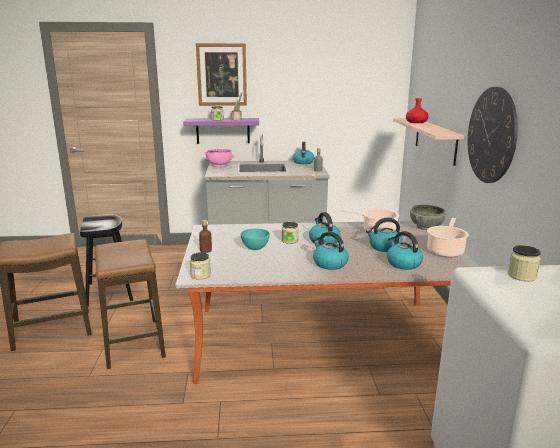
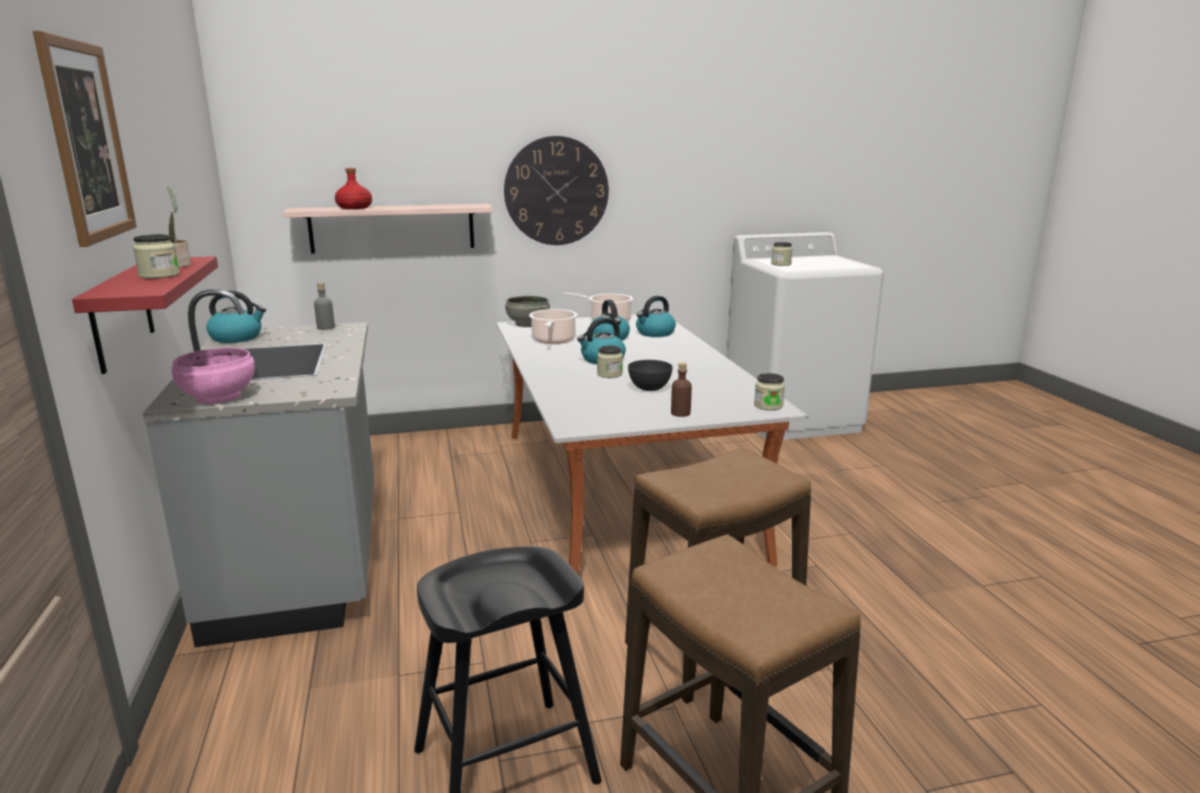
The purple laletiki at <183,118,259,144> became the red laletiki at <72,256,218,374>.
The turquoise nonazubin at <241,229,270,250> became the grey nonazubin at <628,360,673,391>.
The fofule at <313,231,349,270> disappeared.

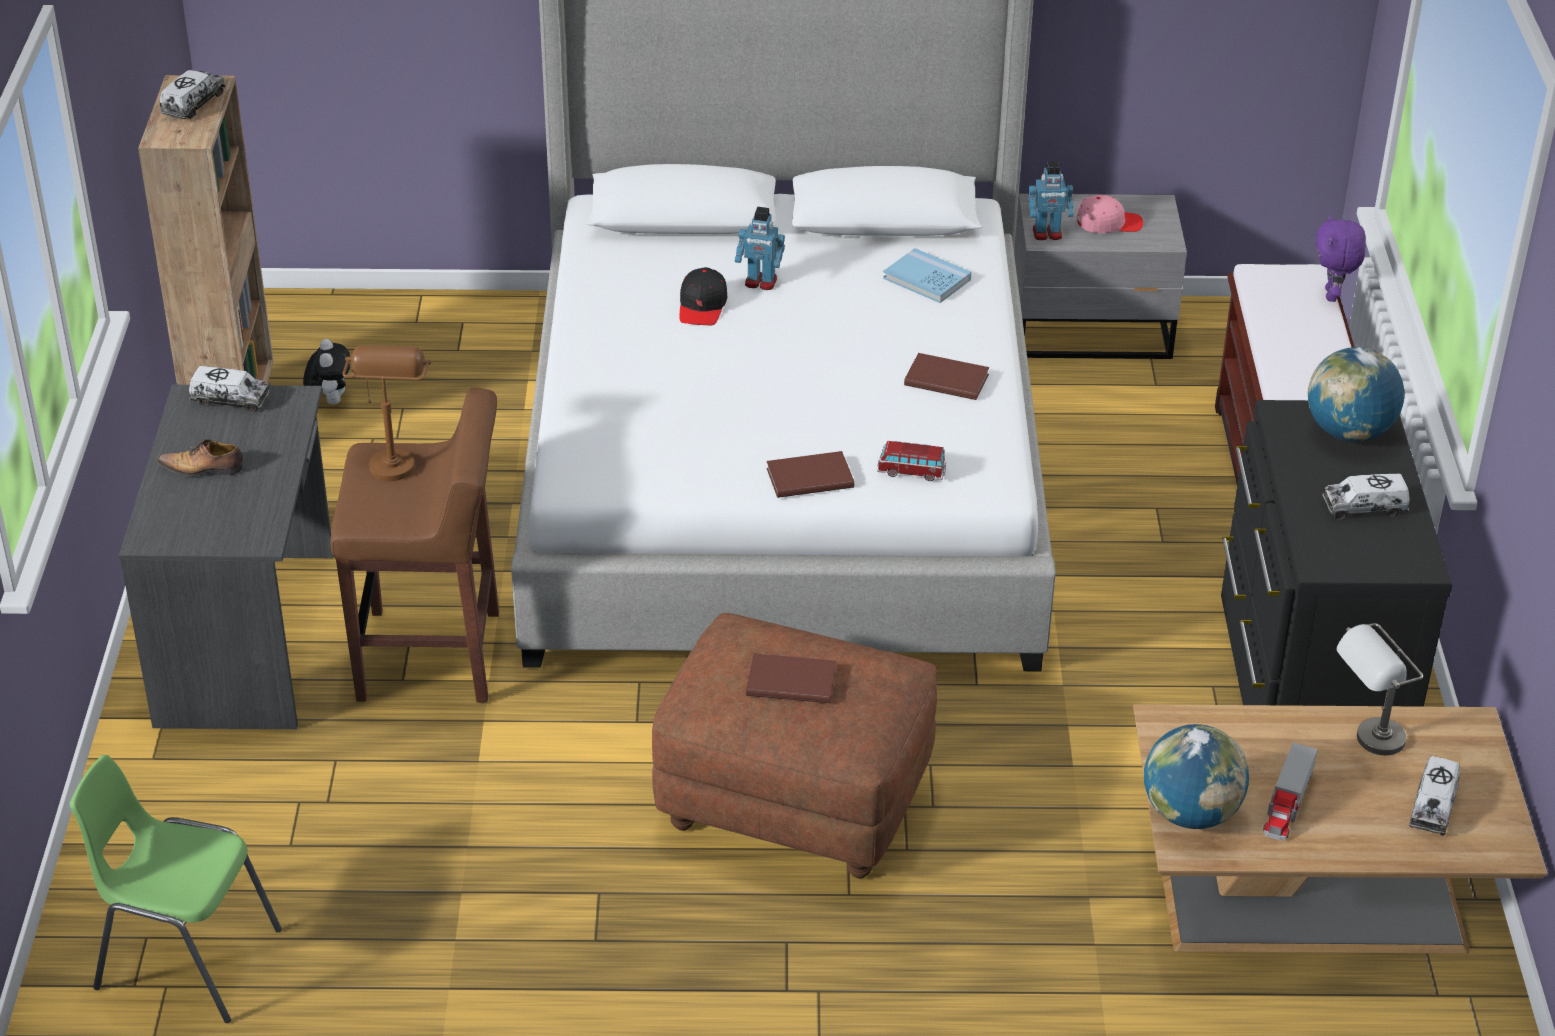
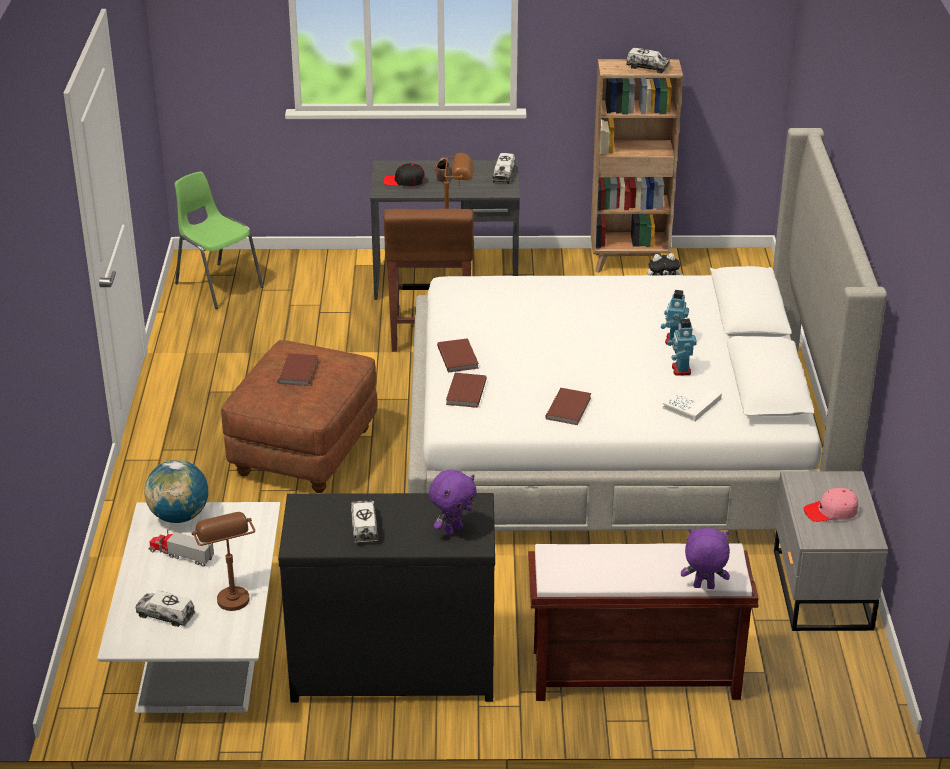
The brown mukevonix at <1133,704,1547,954> became the white mukevonix at <97,502,280,713>.
The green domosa at <70,755,282,1023> turned 60 degrees counterclockwise.
The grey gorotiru at <1337,623,1423,755> became the brown gorotiru at <191,512,255,611>.
The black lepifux moved from <679,267,727,325> to <383,163,425,186>.
The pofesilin at <1308,347,1405,442> was replaced by the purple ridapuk at <429,470,477,536>.
The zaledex at <877,441,946,481> was replaced by the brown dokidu at <446,373,487,408>.
The blue dokidu at <883,248,971,303> became the white dokidu at <662,381,722,422>.
The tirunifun moved from <1028,162,1074,240> to <667,319,697,376>.
The pink lepifux at <1077,195,1143,233> turned 90 degrees clockwise.

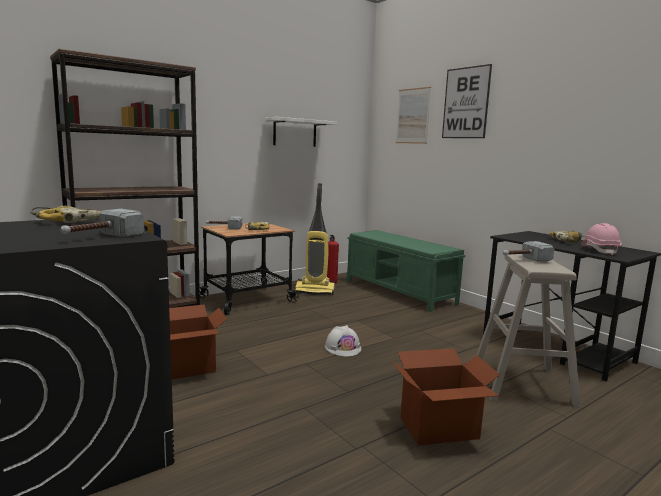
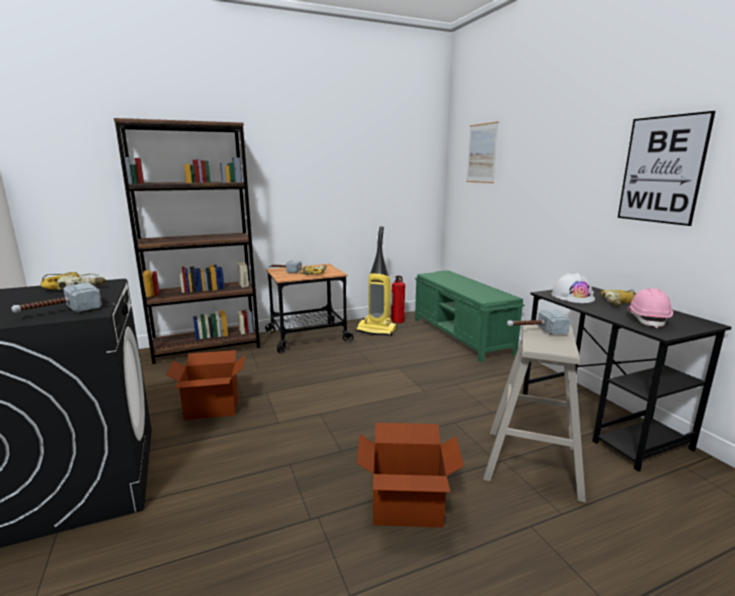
The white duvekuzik moved from <325,325,362,356> to <551,273,595,303>.
The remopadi moved from <442,64,492,138> to <618,111,715,226>.
The white laletiki at <265,117,337,147> disappeared.

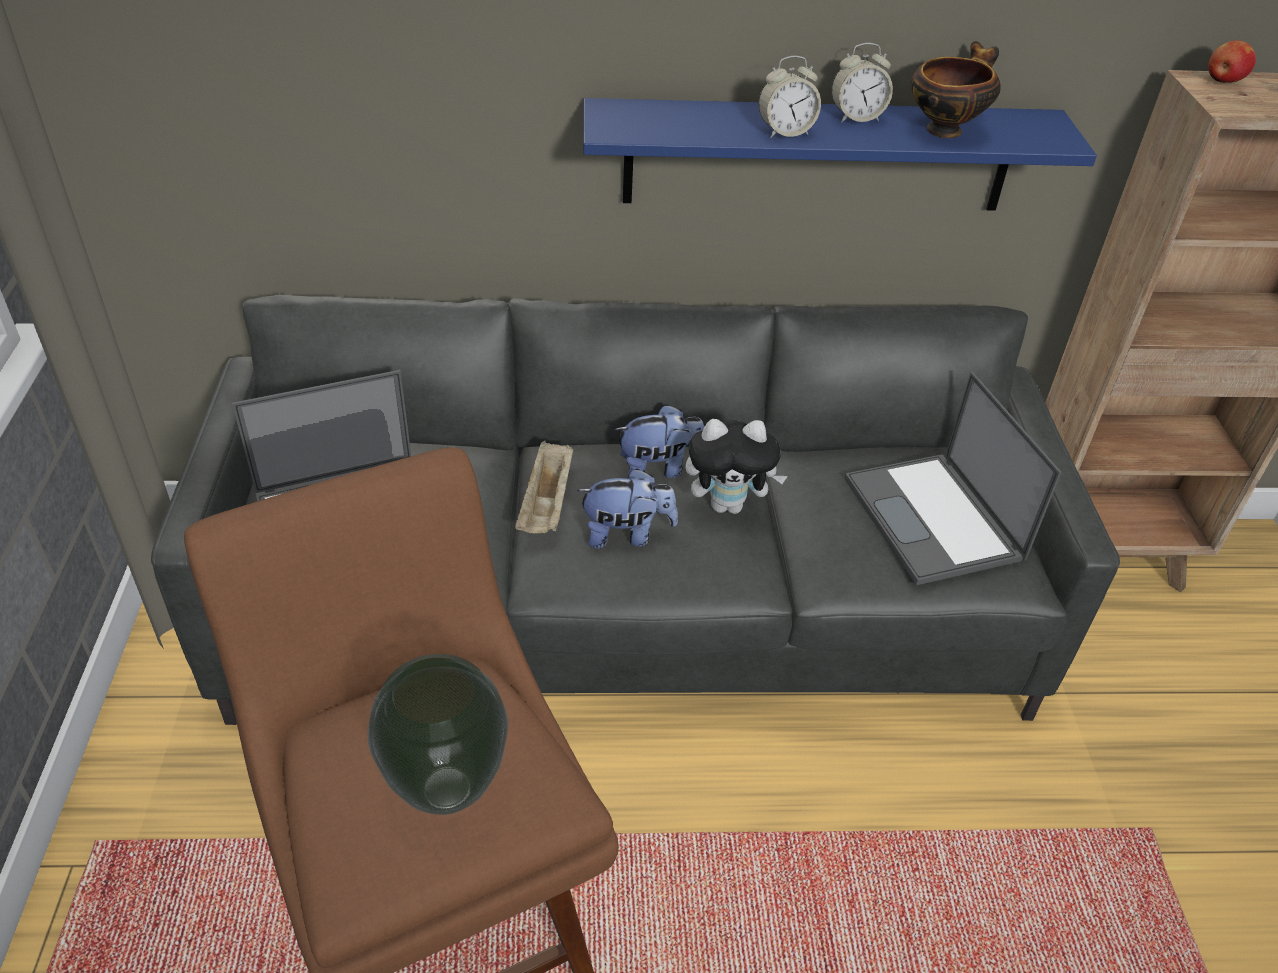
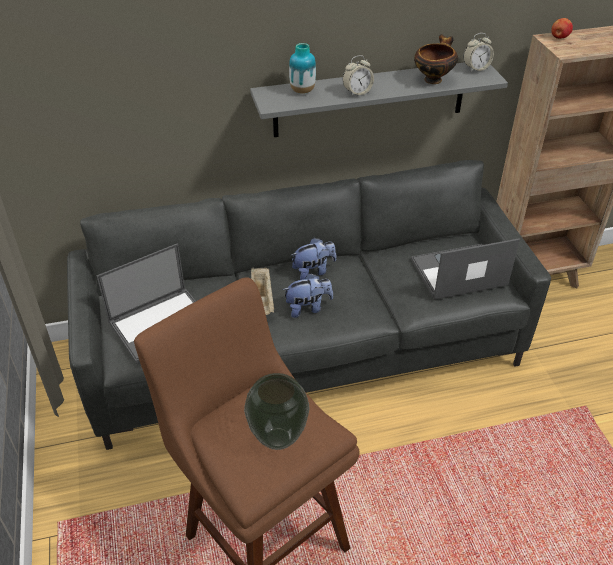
The blue laletiki at <583,98,1097,211> became the grey laletiki at <250,62,508,137>.
The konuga at <289,43,316,94> appeared.
The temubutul at <844,372,1062,585> turned 105 degrees clockwise.
The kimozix moved from <832,43,893,123> to <463,33,494,72>.
The ridapuk at <685,419,788,514> disappeared.

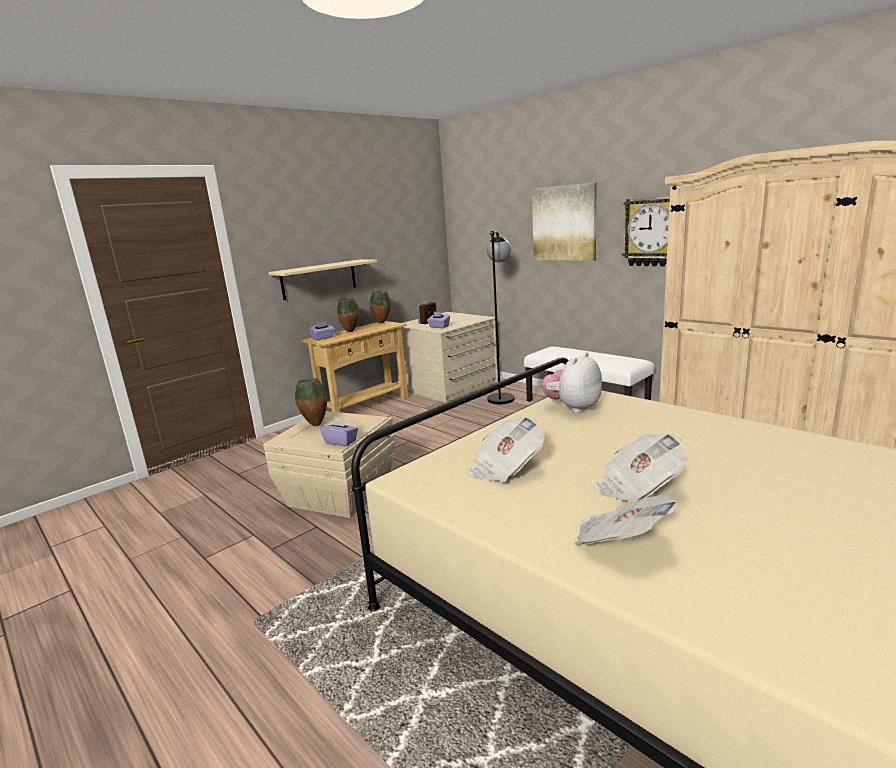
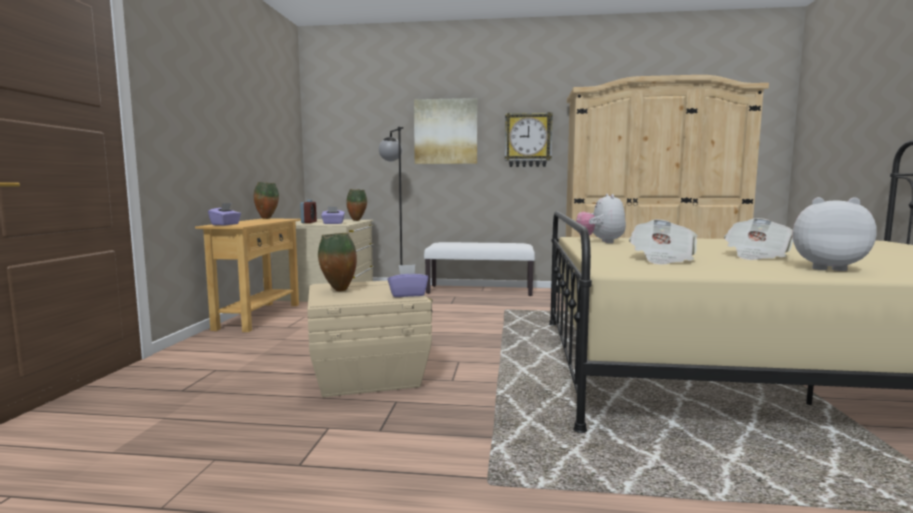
The konuga moved from <337,297,359,332> to <346,189,367,221>.
The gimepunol at <574,494,678,545> was replaced by the ridapuk at <793,197,877,271>.
The beige laletiki at <269,259,377,300> disappeared.

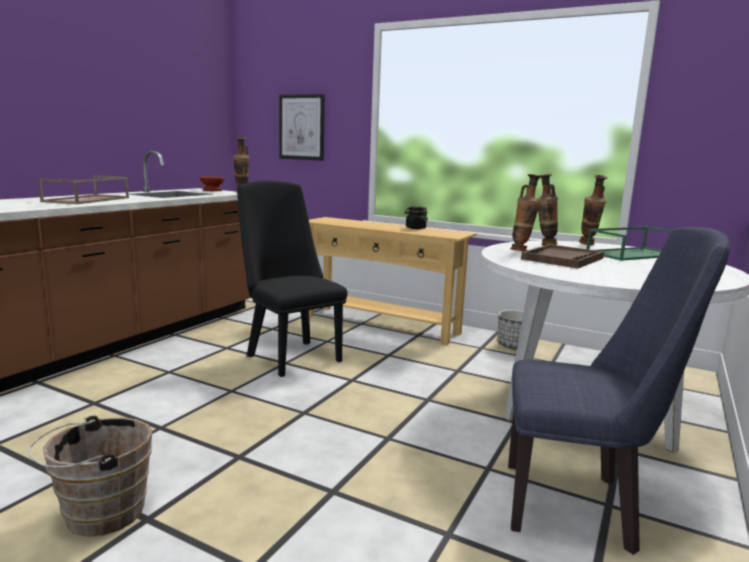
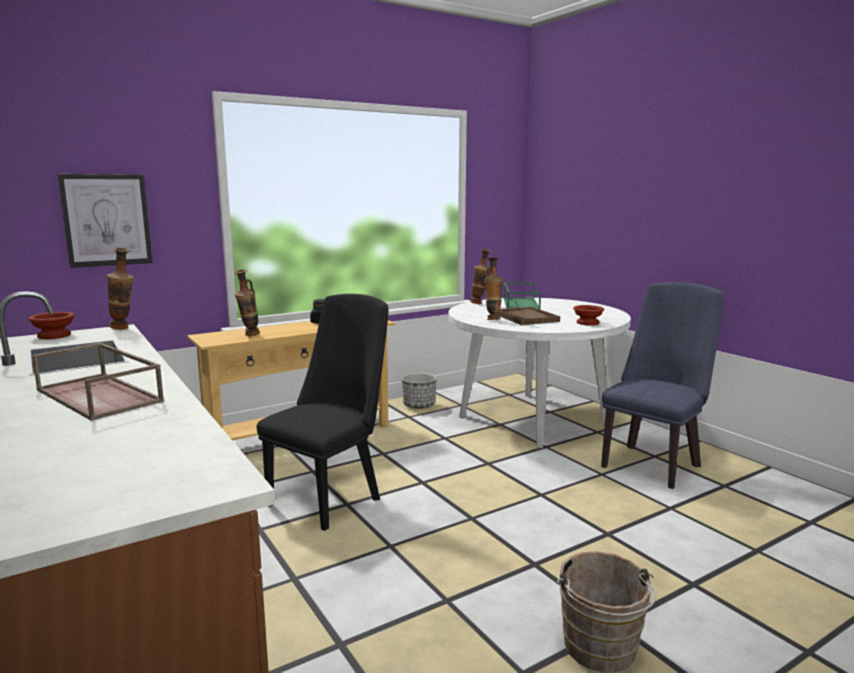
The konuga moved from <536,174,558,246> to <235,269,260,336>.
The black domosa at <237,181,347,377> turned 135 degrees clockwise.
The brown nonazubin at <573,305,604,325> appeared.

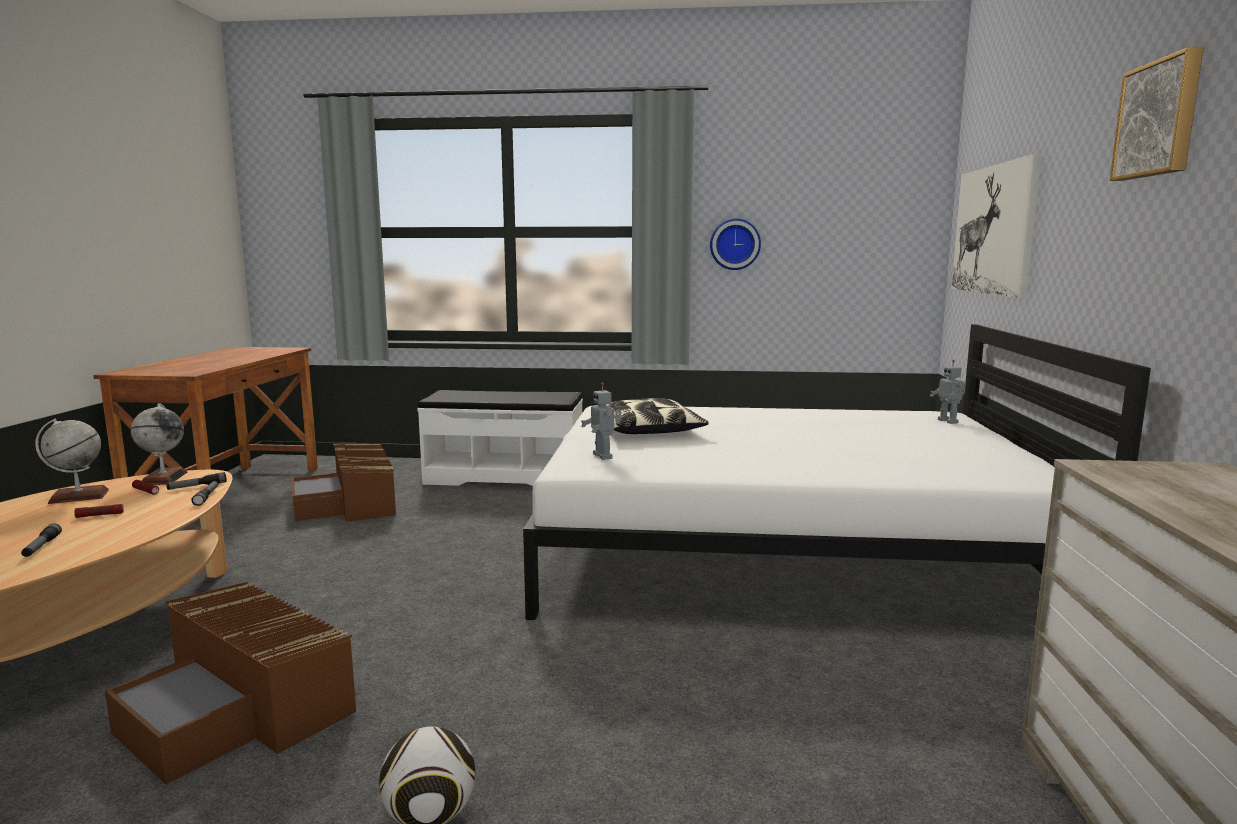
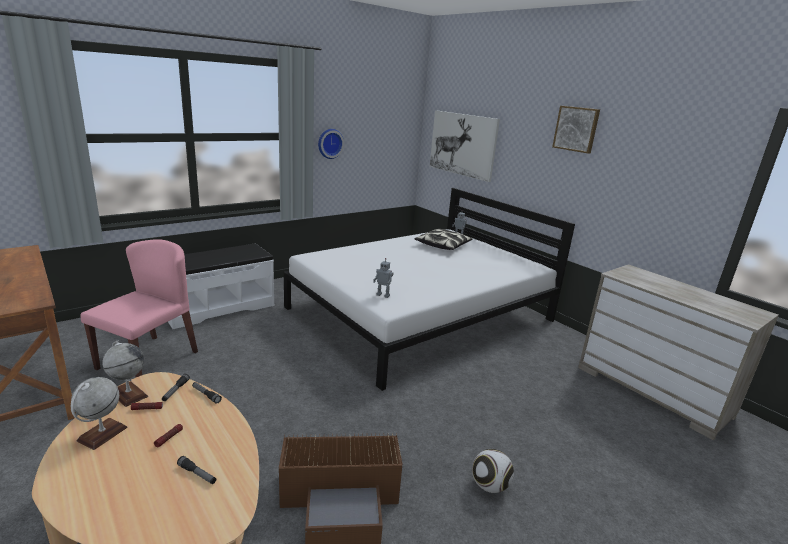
The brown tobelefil at <292,443,396,522> was replaced by the pink domosa at <80,239,198,377>.
The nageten moved from <606,398,709,434> to <414,229,473,250>.

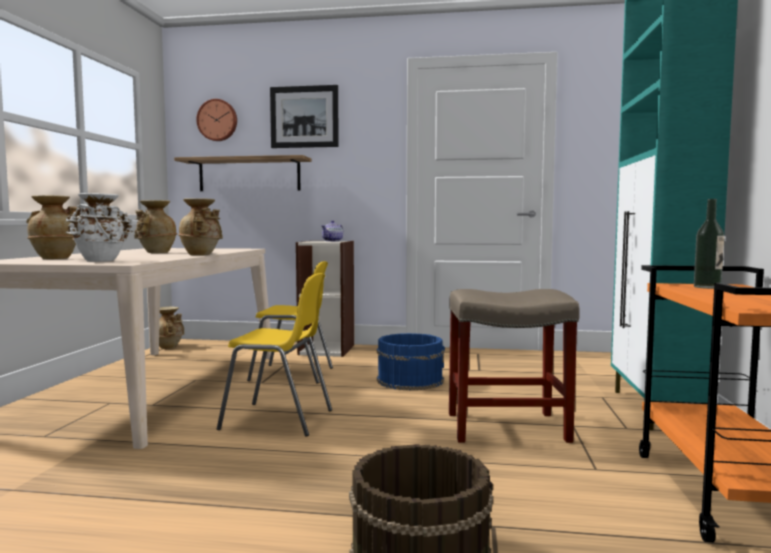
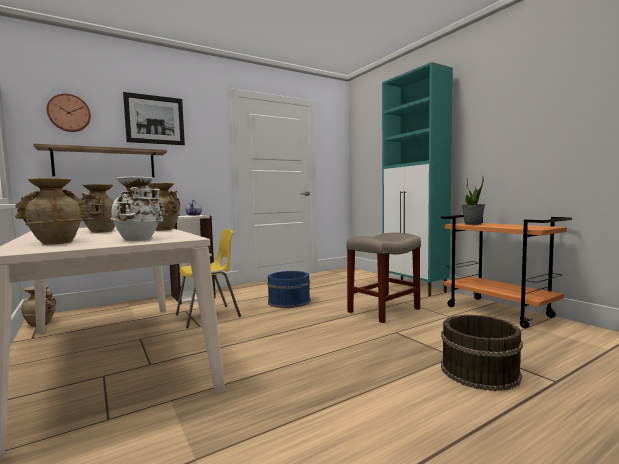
The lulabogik at <694,199,724,289> was replaced by the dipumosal at <462,176,485,225>.
The yellow domosa at <217,273,332,436> disappeared.

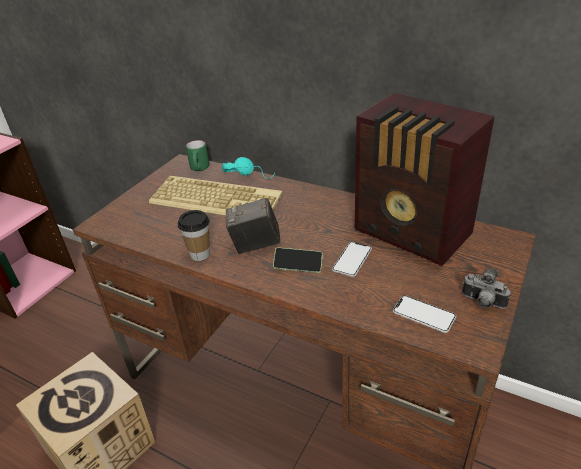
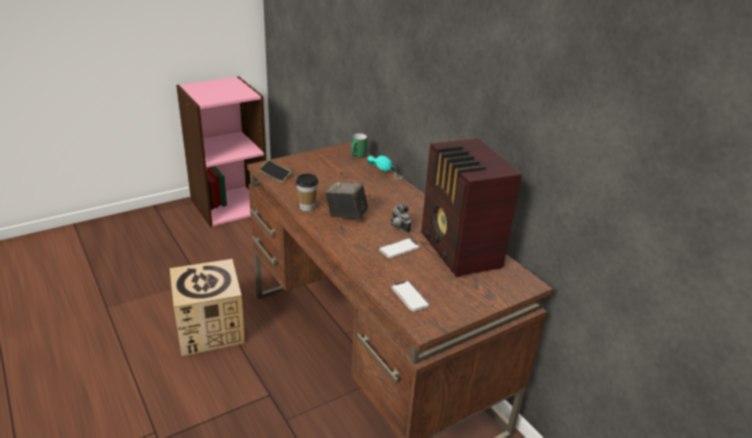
The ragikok moved from <273,247,323,273> to <260,160,291,182>.
The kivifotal moved from <462,269,511,309> to <391,204,411,233>.
The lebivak at <149,176,282,215> disappeared.

